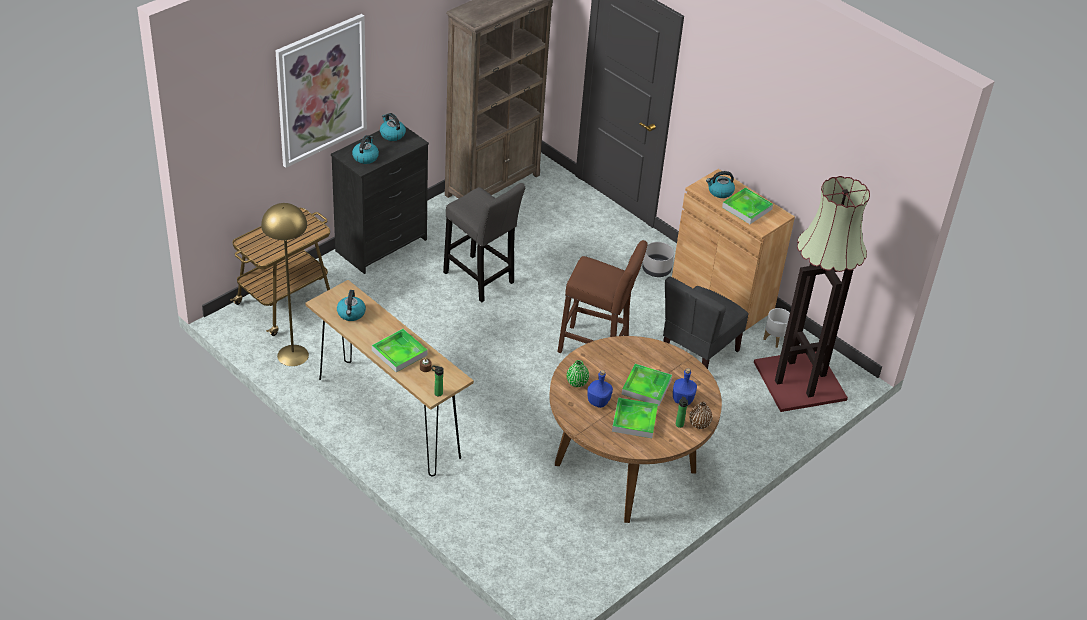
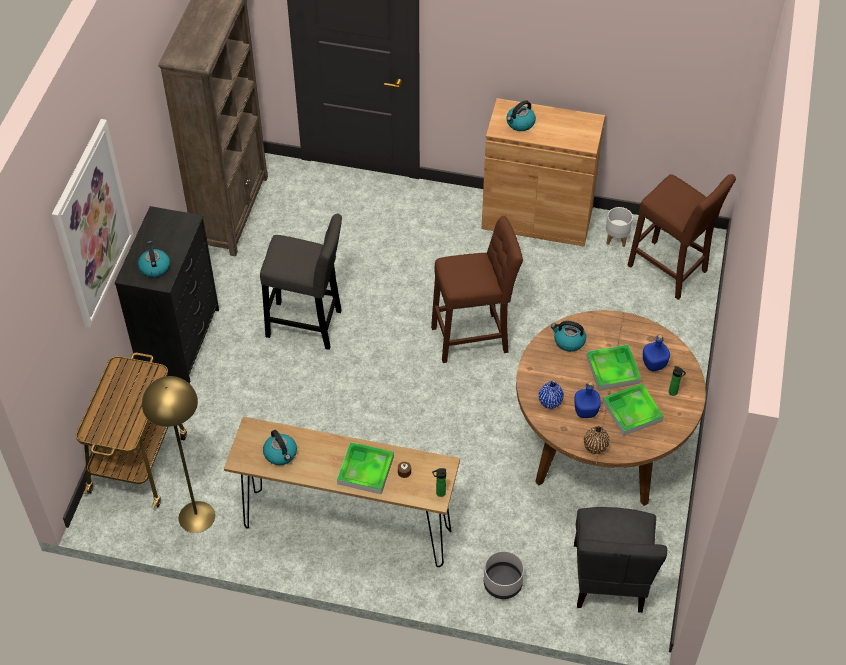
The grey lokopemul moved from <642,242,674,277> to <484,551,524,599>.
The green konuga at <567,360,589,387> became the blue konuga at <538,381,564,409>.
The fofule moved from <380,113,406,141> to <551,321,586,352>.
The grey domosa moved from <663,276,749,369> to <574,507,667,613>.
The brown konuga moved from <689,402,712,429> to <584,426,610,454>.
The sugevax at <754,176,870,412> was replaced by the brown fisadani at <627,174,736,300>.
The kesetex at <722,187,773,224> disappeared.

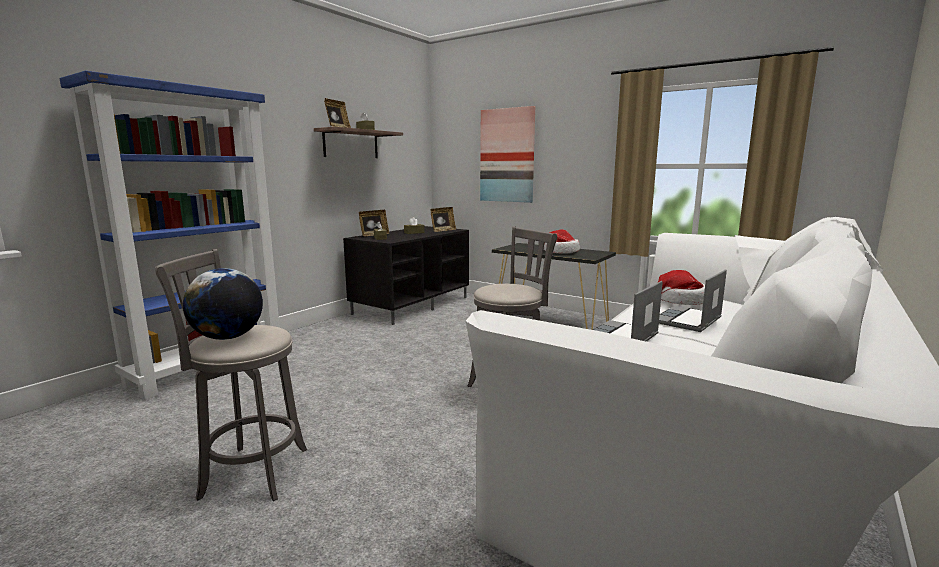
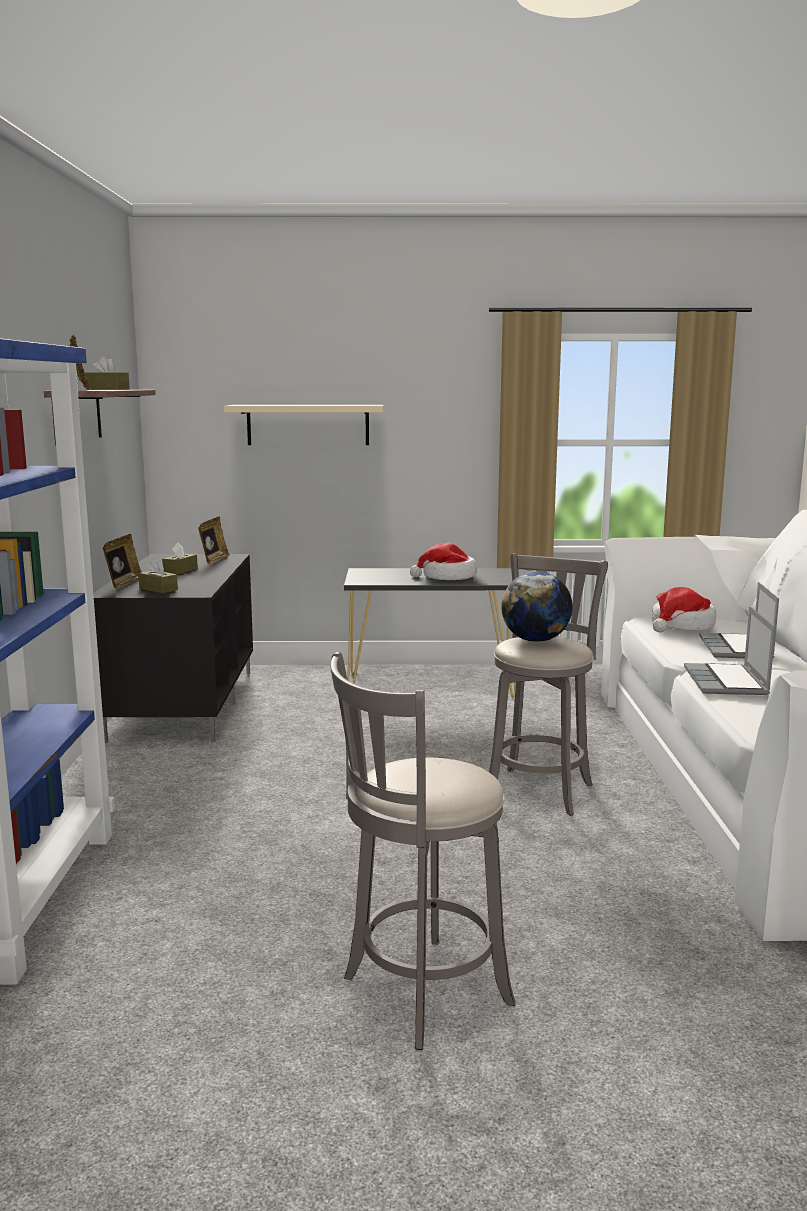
The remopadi at <480,106,535,203> was replaced by the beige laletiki at <224,405,384,445>.
The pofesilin moved from <183,268,263,340> to <501,571,573,642>.

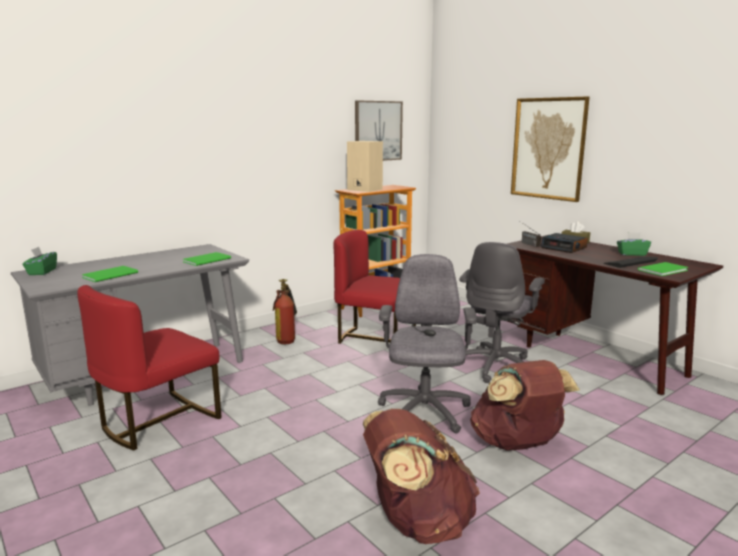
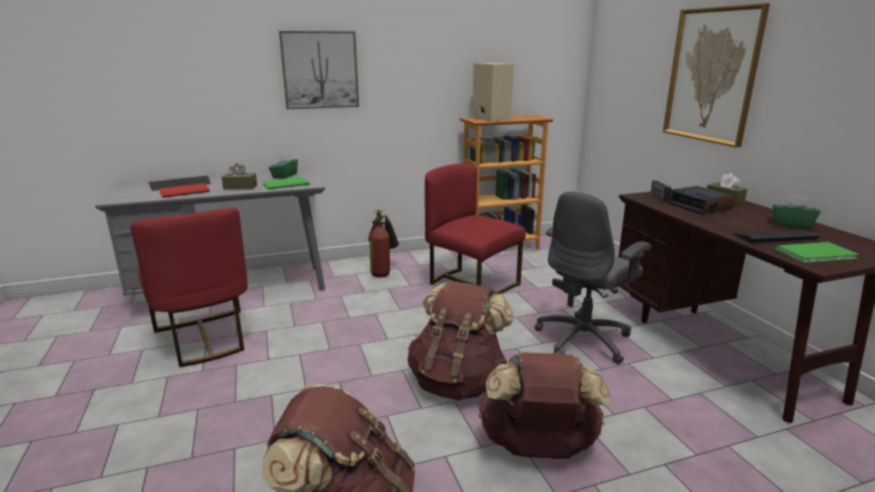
The red domosa at <77,285,221,451> turned 90 degrees counterclockwise.
The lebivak at <148,176,211,191> appeared.
The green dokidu at <82,266,138,282> became the red dokidu at <159,183,210,198>.
The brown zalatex at <222,163,257,190> appeared.
The green zalatex moved from <22,247,57,275> to <269,153,298,179>.
The remopadi moved from <355,100,403,161> to <279,31,359,109>.
The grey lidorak at <378,254,477,433> was replaced by the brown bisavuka at <408,281,514,400>.

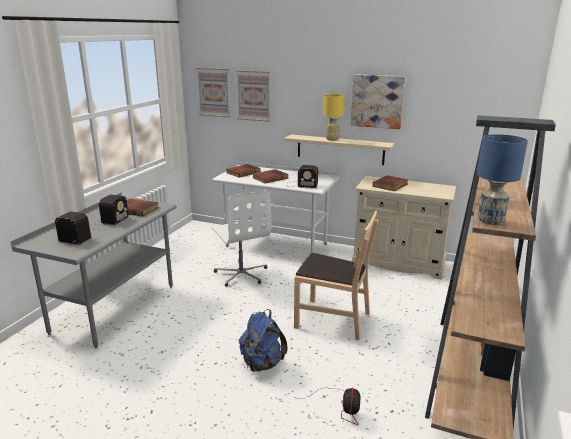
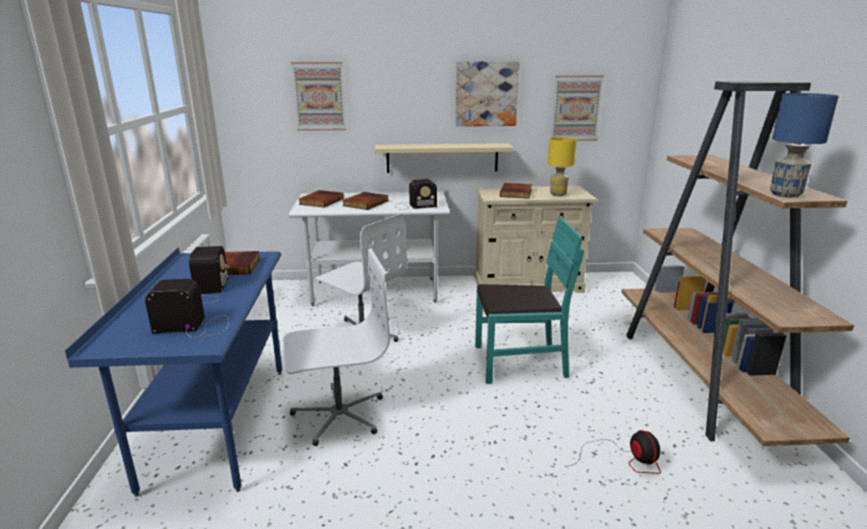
The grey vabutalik at <10,192,177,348> became the blue vabutalik at <65,247,282,497>.
The white lidorak at <283,248,390,446> appeared.
The brown domosa at <294,210,378,340> became the turquoise domosa at <475,217,584,384>.
The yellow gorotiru moved from <323,94,345,141> to <548,137,577,196>.
The remopadi moved from <196,68,231,118> to <551,75,604,141>.
The blue bisavuka at <239,309,287,372> disappeared.

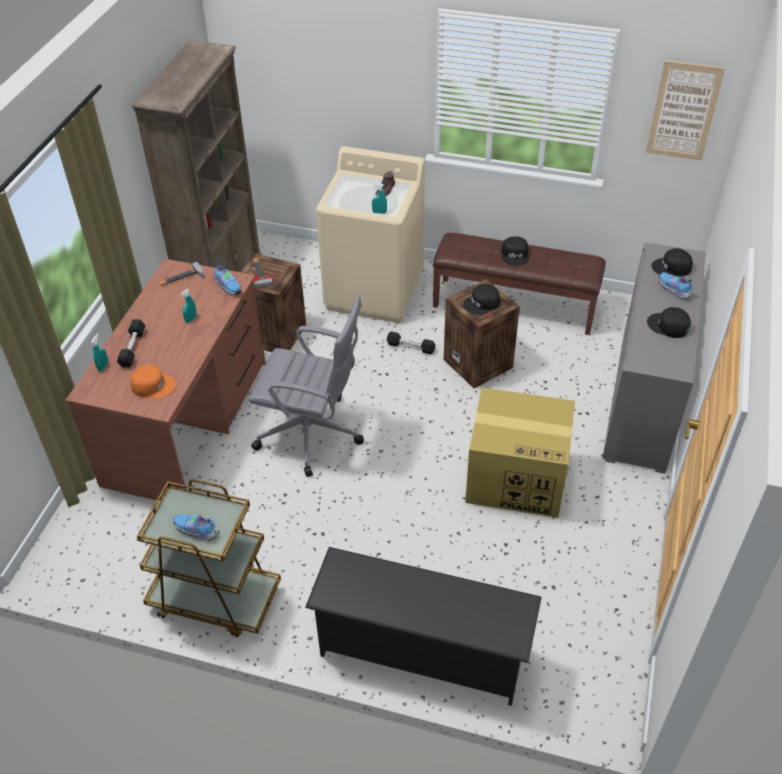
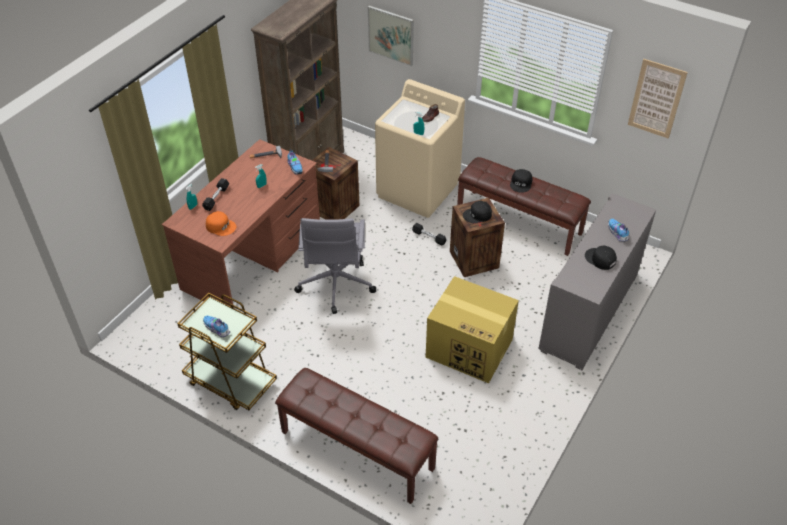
The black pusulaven at <305,547,542,706> was replaced by the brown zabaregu at <275,368,438,504>.
The grey lidorak at <249,295,364,477> turned 60 degrees clockwise.
The remopadi at <368,6,414,66> appeared.
The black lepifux at <651,248,693,276> disappeared.

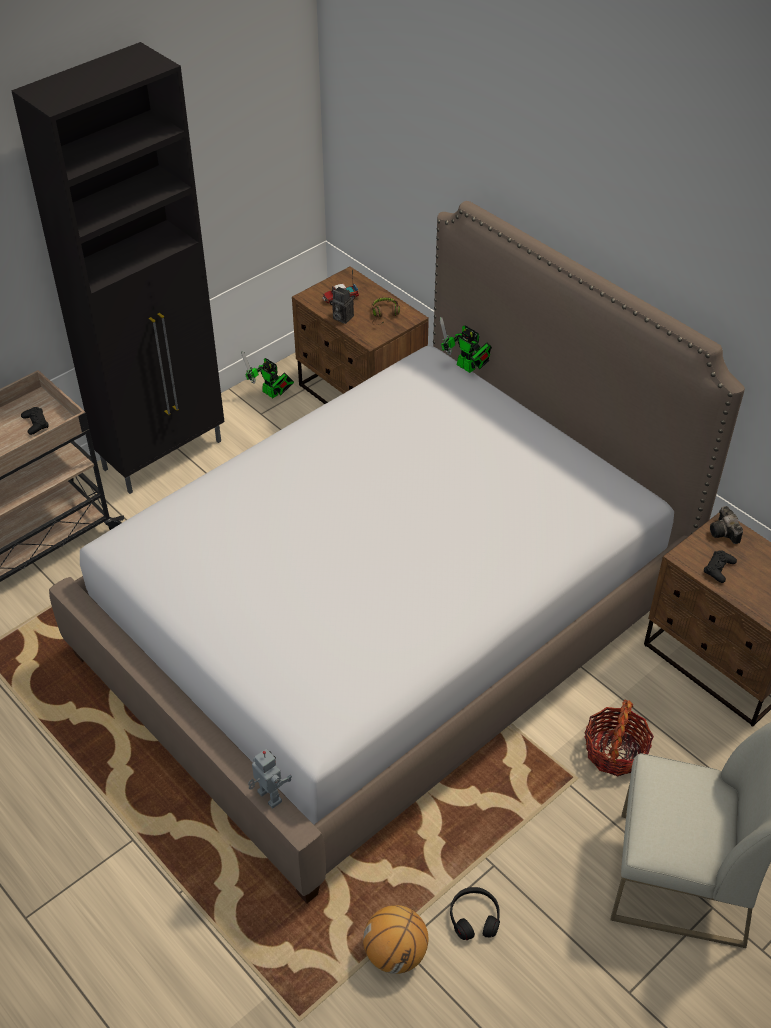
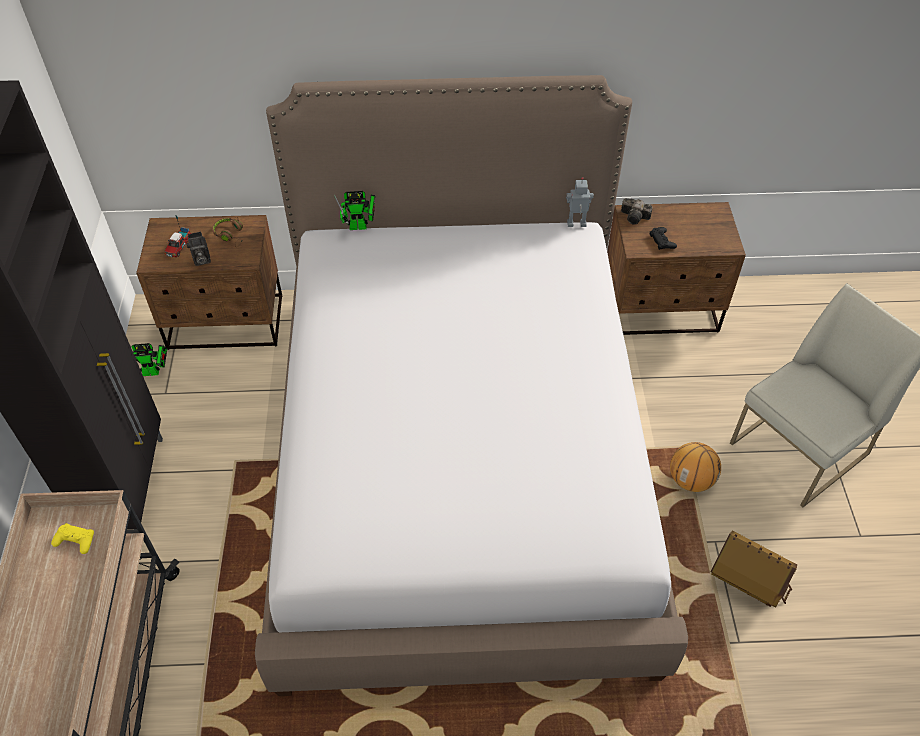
The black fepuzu at <21,407,49,435> became the yellow fepuzu at <51,523,94,554>.
The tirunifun moved from <248,749,292,808> to <566,177,594,227>.
The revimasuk moved from <363,905,428,974> to <670,442,721,492>.
The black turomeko at <450,887,500,940> was replaced by the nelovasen at <710,530,797,608>.
The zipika at <585,700,654,776> disappeared.

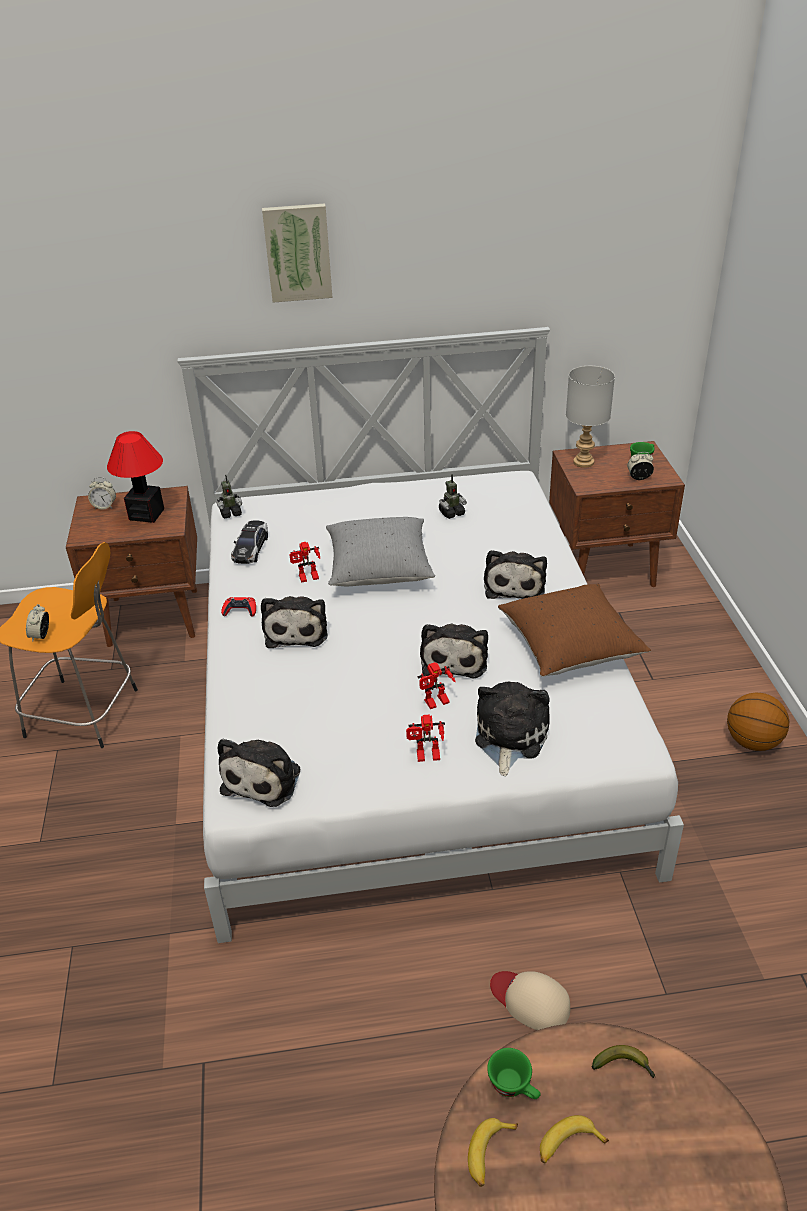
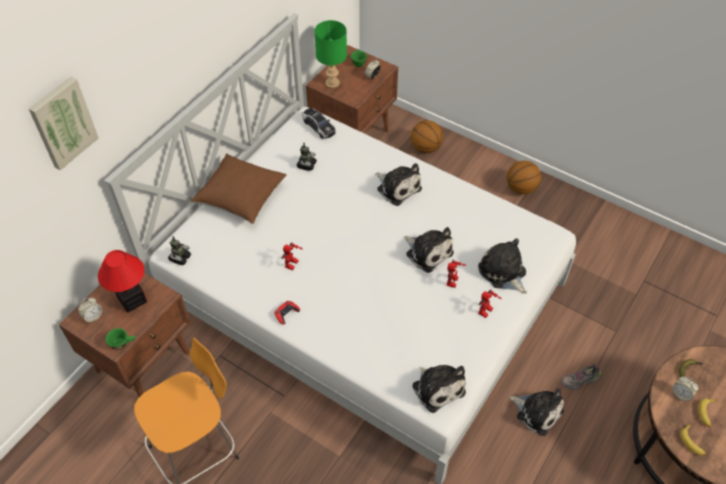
The remopadi moved from <262,204,332,303> to <29,77,99,170>.
The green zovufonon moved from <487,1048,541,1099> to <106,328,135,350>.
The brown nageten moved from <498,584,651,677> to <191,154,287,224>.
The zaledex moved from <231,520,268,564> to <302,108,336,139>.
The grey gorotiru at <566,366,615,468> became the green gorotiru at <314,20,347,89>.
The revimasuk at <411,120,443,153> appeared.
The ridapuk moved from <261,596,328,648> to <509,388,564,436>.
The beige lepifux at <490,971,570,1030> was replaced by the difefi at <561,364,602,390>.
The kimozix moved from <26,604,49,642> to <672,376,698,401>.
The grey nageten at <326,517,435,586> disappeared.

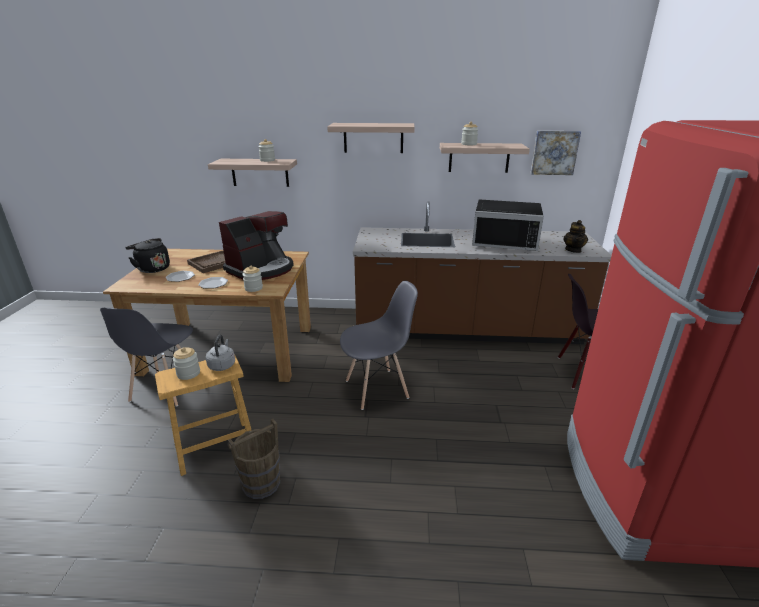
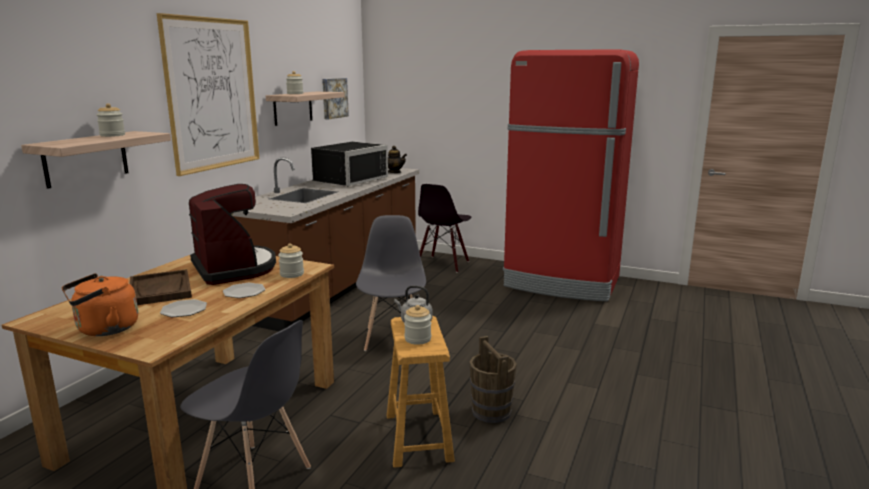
The black fofule at <125,238,170,273> became the orange fofule at <62,273,138,336>.
The laletiki at <327,123,415,153> was replaced by the remopadi at <157,13,259,176>.

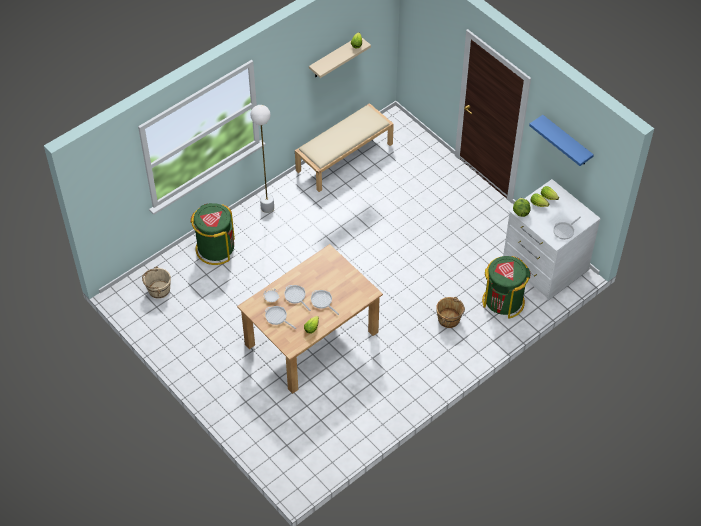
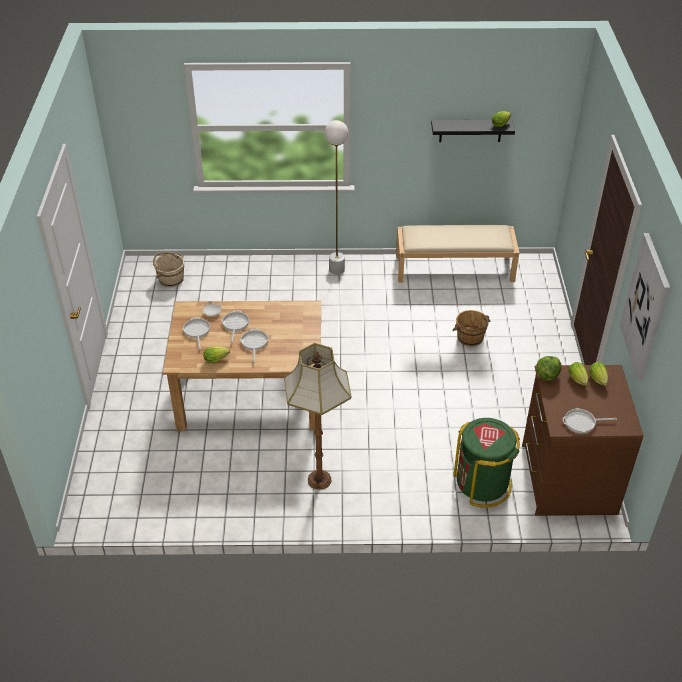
The sugevax at <284,343,352,490> appeared.
The beige laletiki at <309,38,371,78> became the black laletiki at <431,120,515,142>.
The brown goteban moved from <436,297,465,328> to <452,310,490,346>.
The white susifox at <503,179,601,301> became the brown susifox at <522,365,644,515>.
The blue laletiki at <529,115,594,166> was replaced by the remopadi at <619,233,670,380>.
The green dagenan at <191,203,235,265> disappeared.

